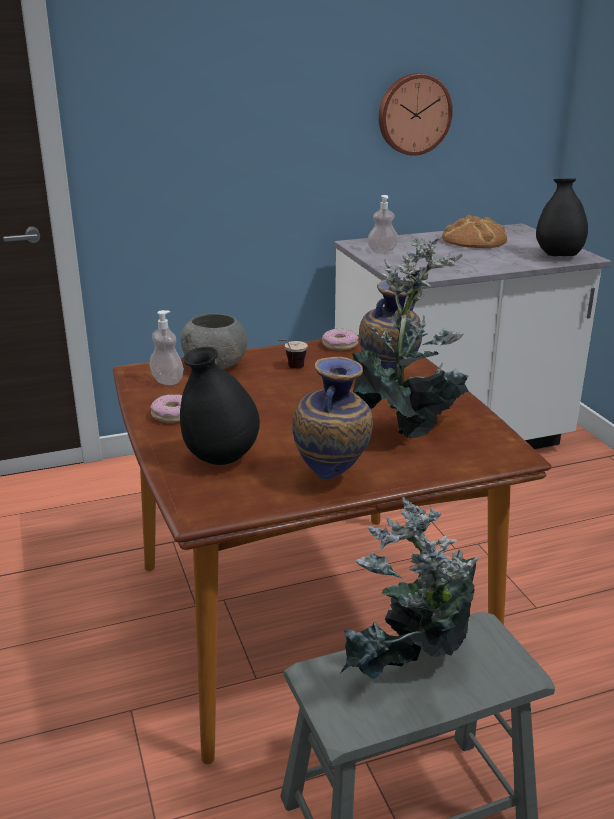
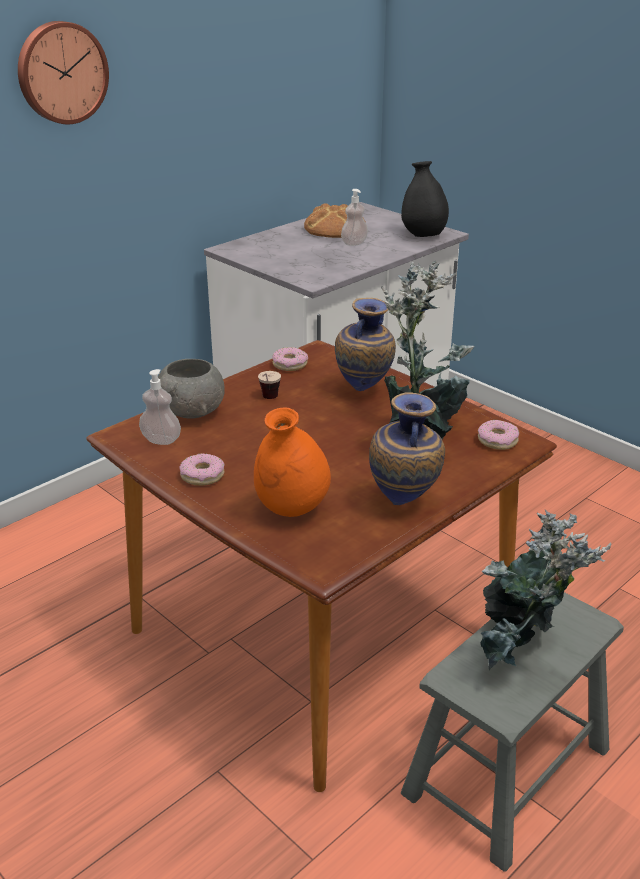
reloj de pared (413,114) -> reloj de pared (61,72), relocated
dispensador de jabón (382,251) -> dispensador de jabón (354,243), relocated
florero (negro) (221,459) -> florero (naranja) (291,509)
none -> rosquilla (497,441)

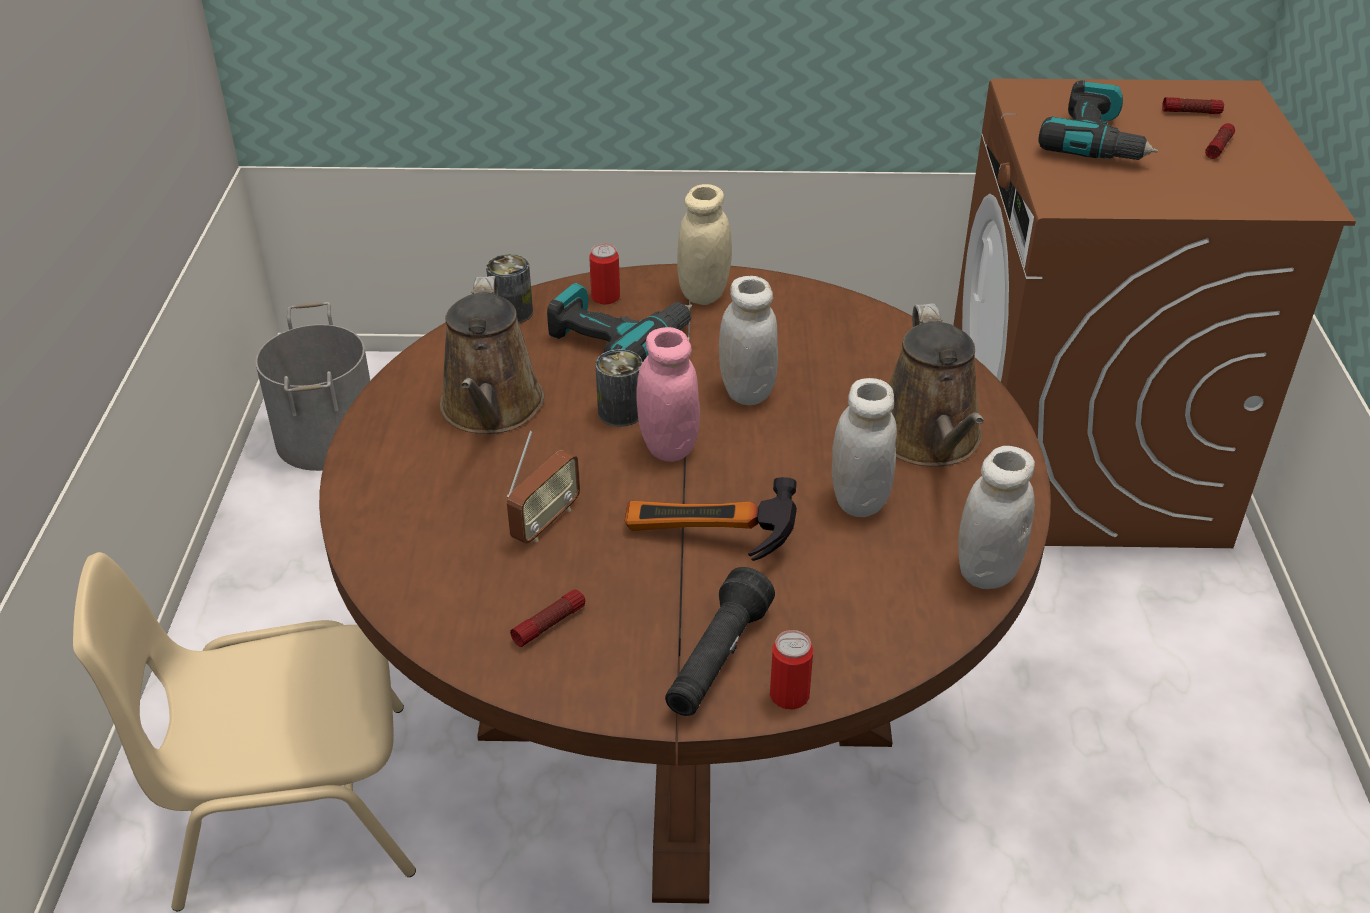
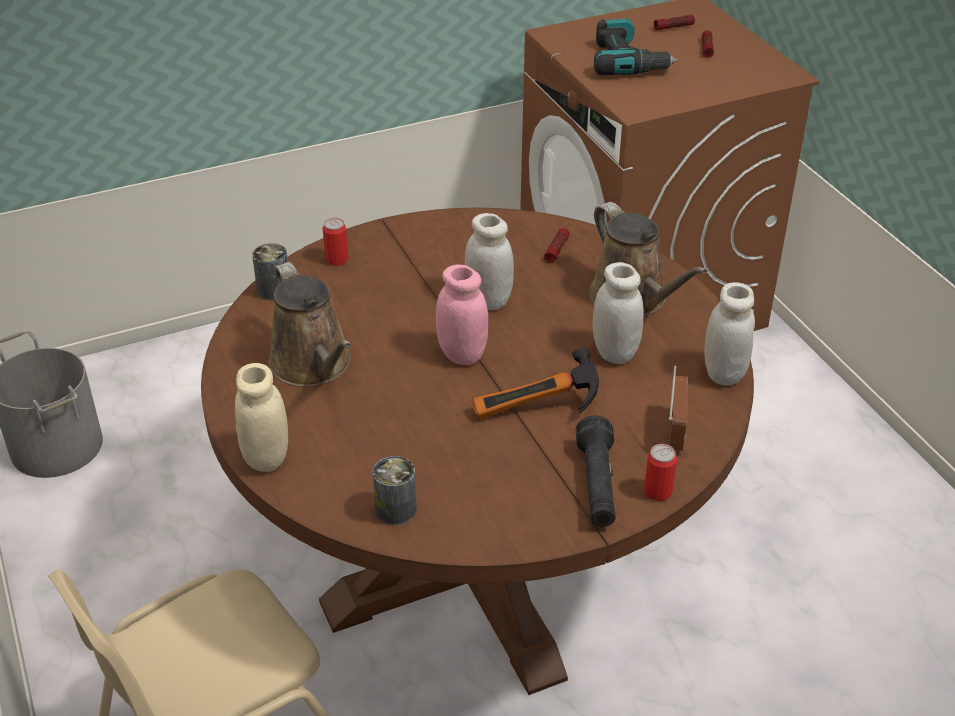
tarro (beis) (704,293) -> tarro (beis) (266,458), relocated
taladro (619,339) -> none
lata (620,412) -> lata (396,510), relocated
radio (545,522) -> radio (674,432), relocated
linterna (549,624) -> linterna (556,250), relocated

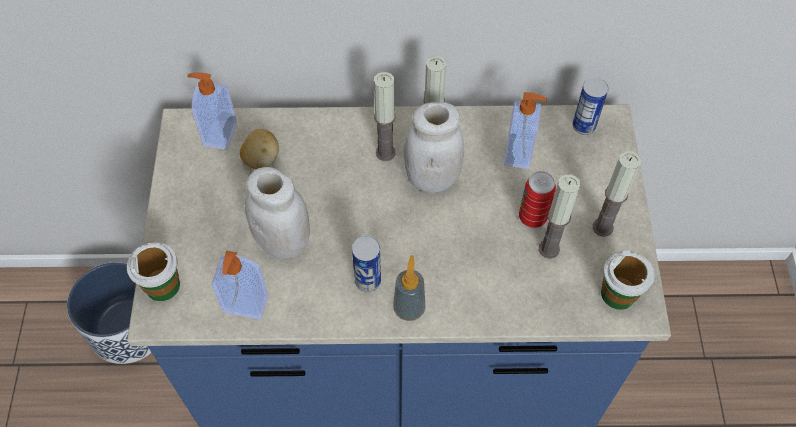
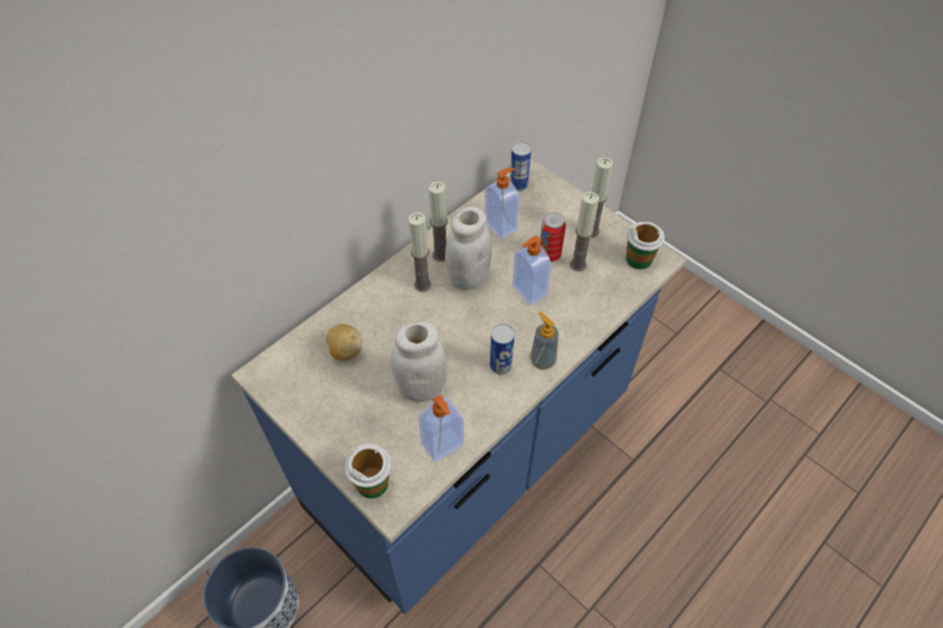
dispensador de jabón (219,134) -> dispensador de jabón (528,292), relocated

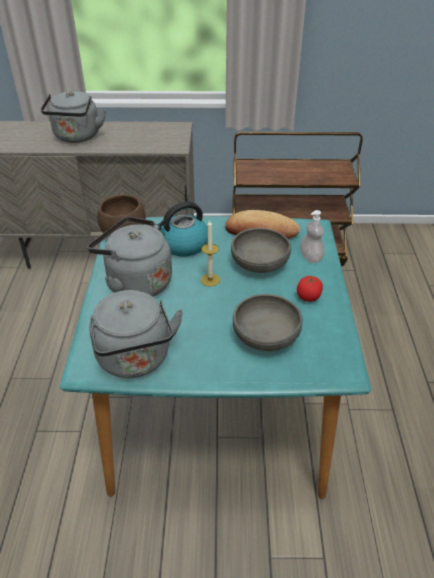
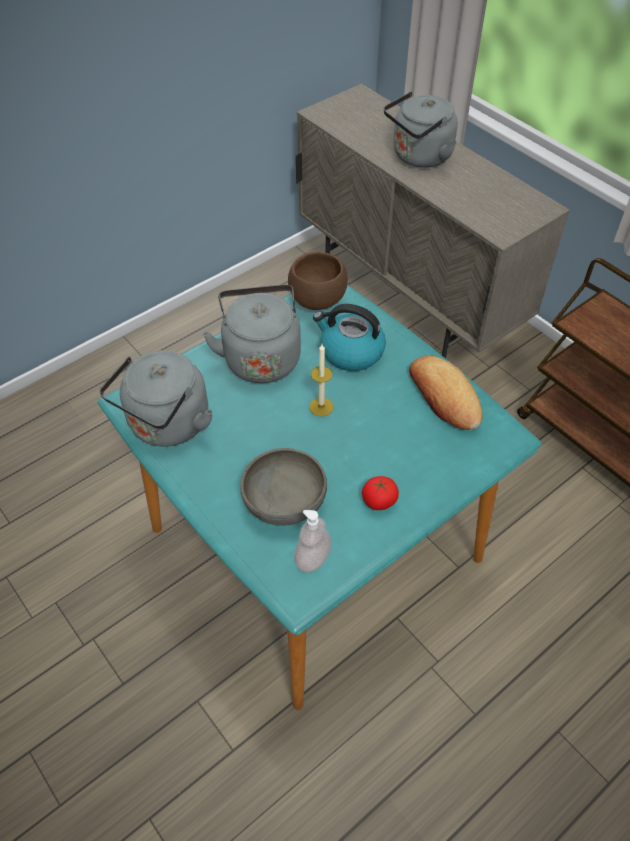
dispensador de jabón (311,257) -> dispensador de jabón (312,558), relocated
cuenco (gris) (259,264) -> none

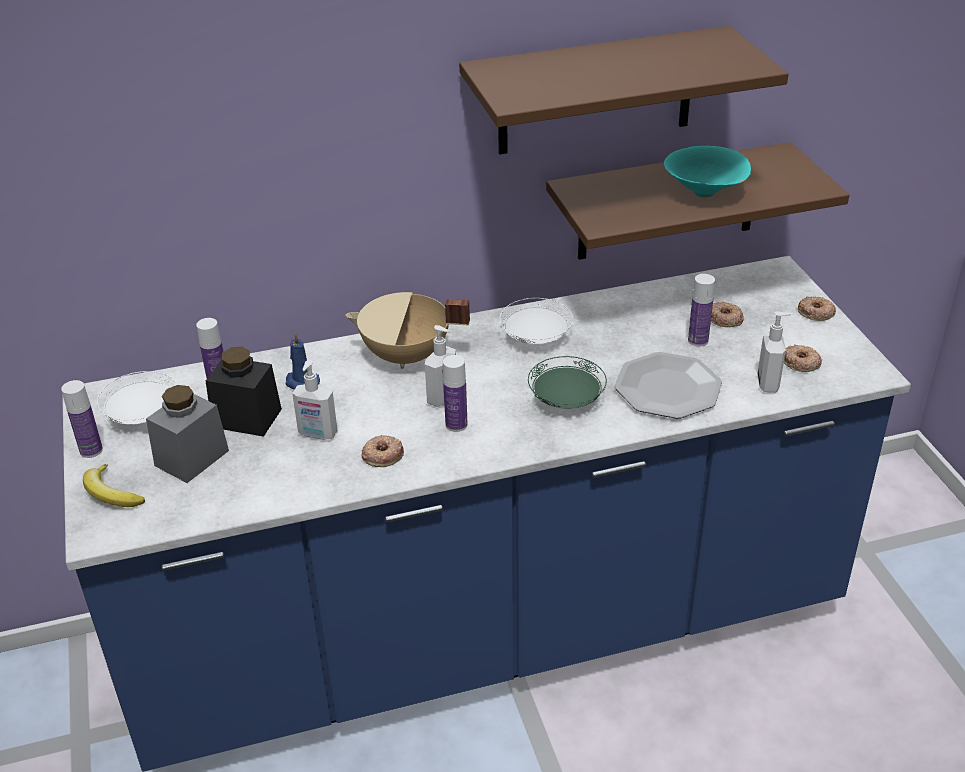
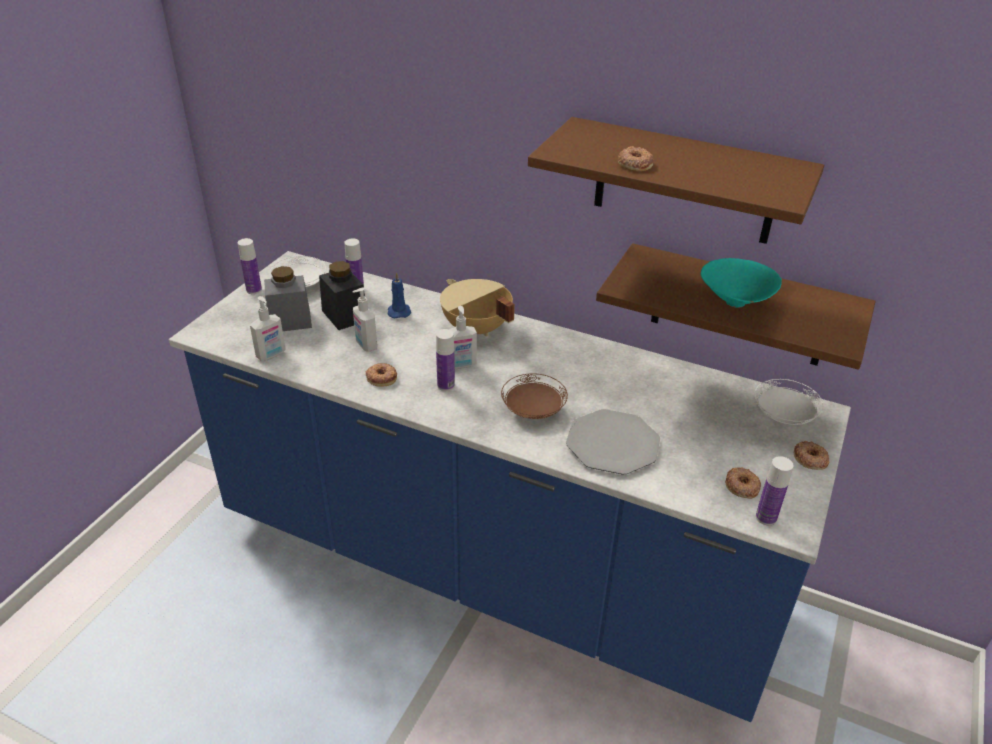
botella (698,340) -> botella (766,517), relocated
plato (blanco) (536,337) -> plato (blanco) (784,416), relocated
rosquilla (724,318) -> rosquilla (635,163), relocated
dispensador de jabón (769,383) -> dispensador de jabón (271,355), relocated
plato (verde) (566,400) -> plato (marrón) (533,410)
plátano (111,494) -> none

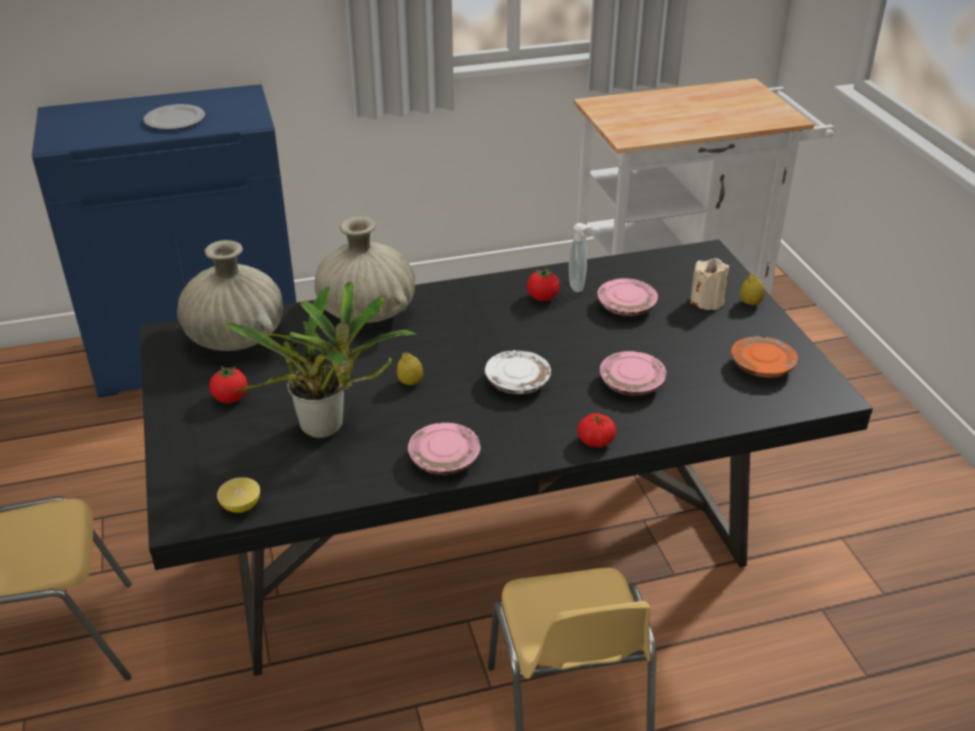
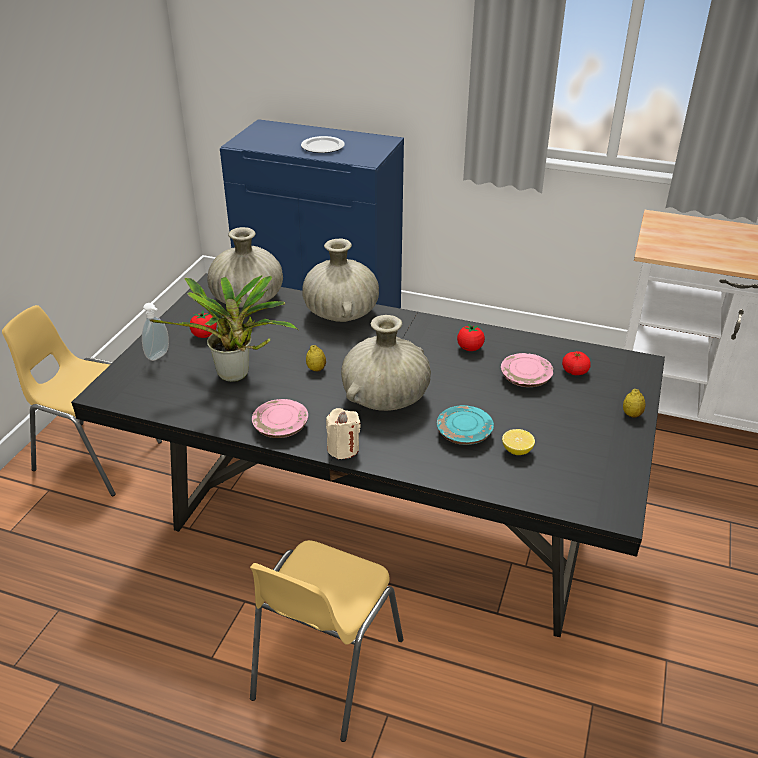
dispensador de jabón (578,286) -> dispensador de jabón (159,356), relocated
vela (beis) (707,301) -> vela (beis) (343,448), relocated
plato (naranja) (761,366) -> none
plato (blanco) (517,382) -> florero (beis) (385,398)
plato (rosa) (632,383) -> plato (turquesa) (464,433)
tomate (595,441) -> tomate (574,371), relocated
limón (241,506) -> limón (517,451), relocated

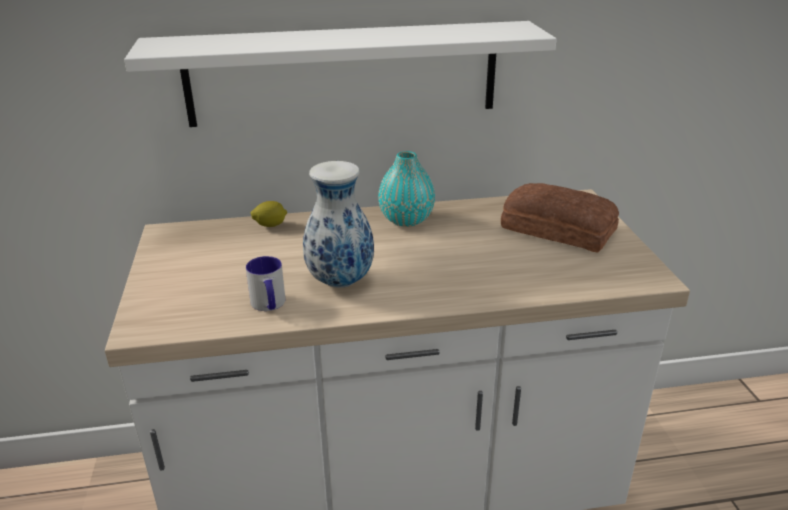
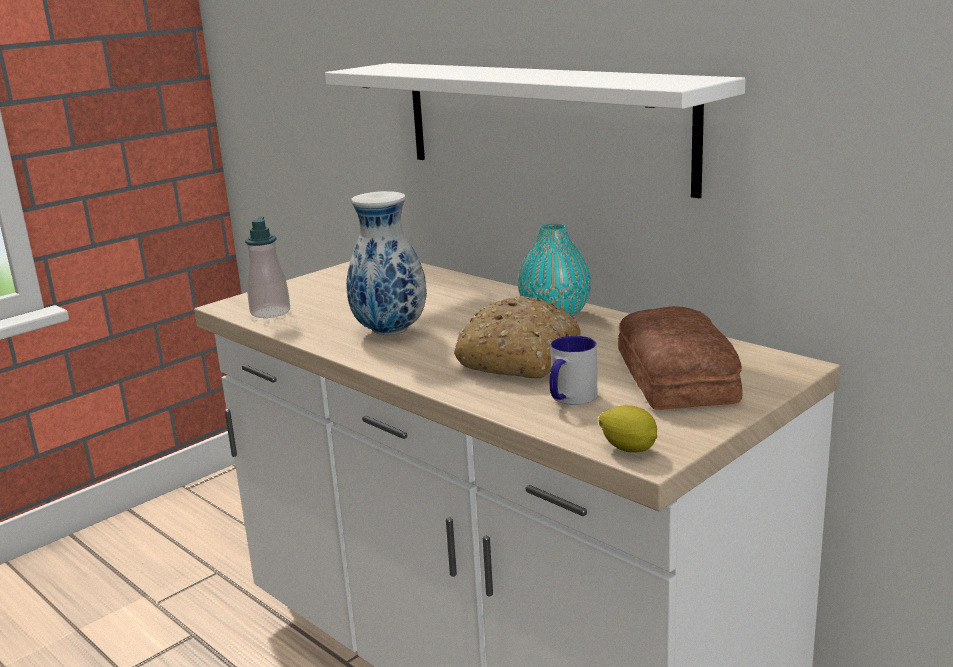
limón (270,225) -> limón (629,449), relocated
taza grande (269,305) -> taza grande (569,399), relocated
none -> dispensador de jabón (270,312)
none -> pan (519,357)

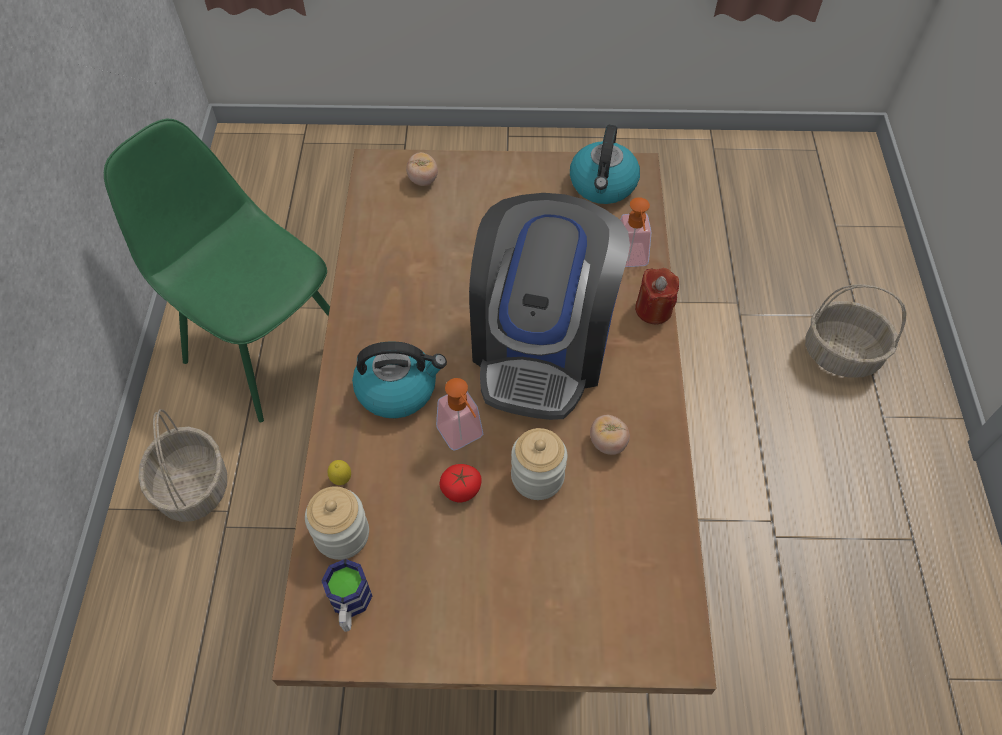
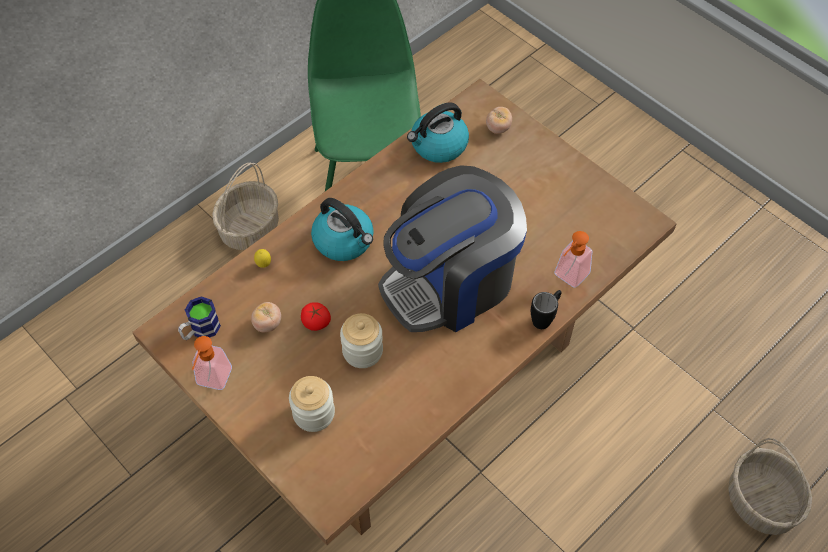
hervidor (603,185) -> hervidor (438,146), relocated
vela (rojo) (653,309) -> taza grande (negro) (545,317)
dispensador de jabón (464,437) -> dispensador de jabón (212,382), relocated
tomate (607,443) -> tomate (267,324), relocated
tarro (342,534) -> tarro (314,413), relocated

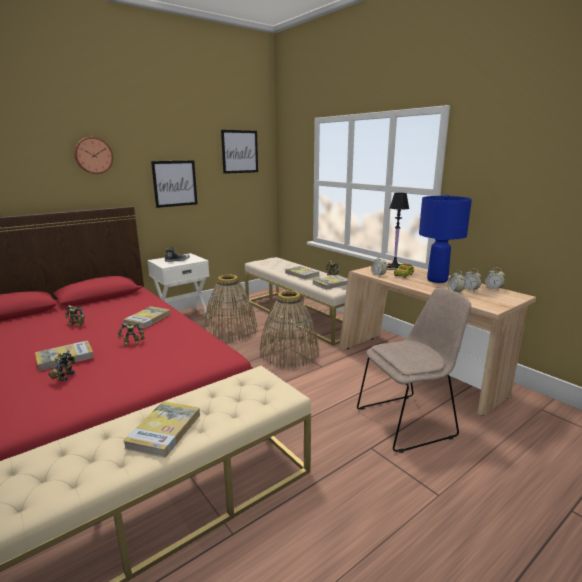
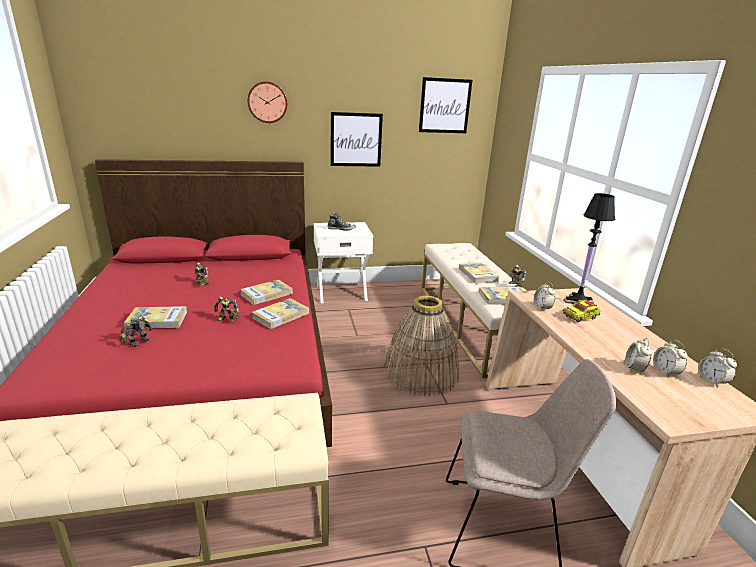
lámpara de mesa (azul) (437,280) -> none
cesta (230,330) -> none
libro (164,431) -> libro (281,315), relocated

